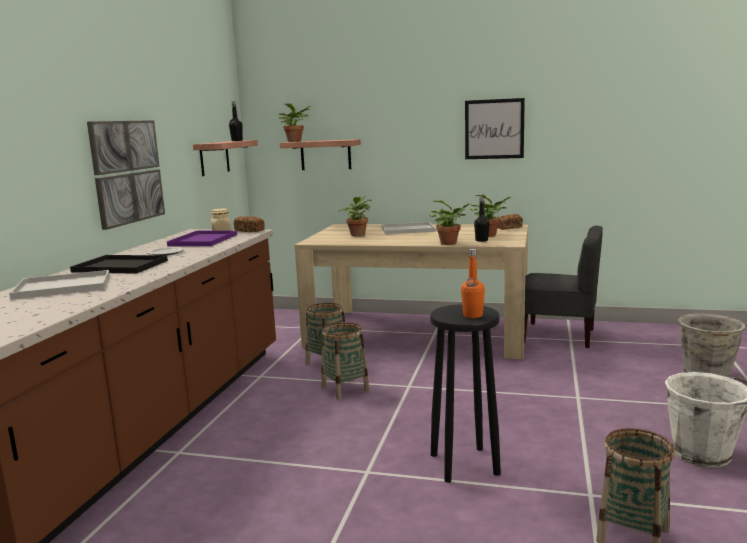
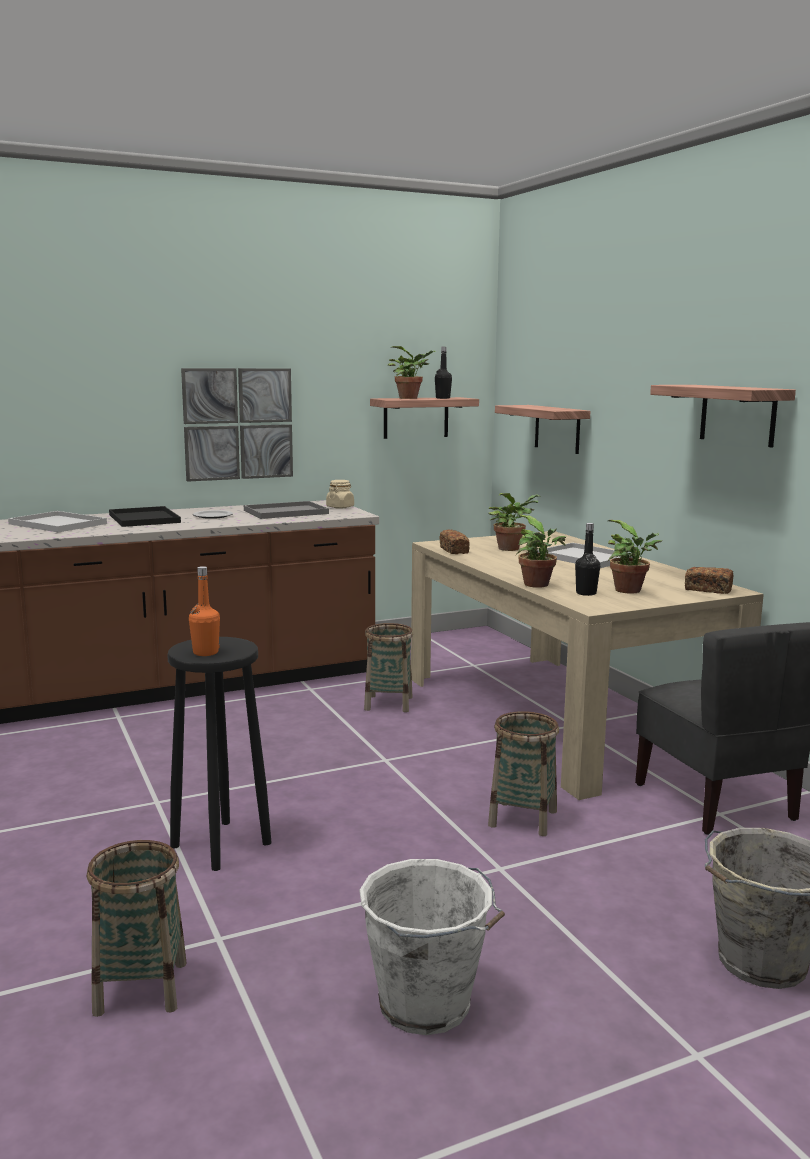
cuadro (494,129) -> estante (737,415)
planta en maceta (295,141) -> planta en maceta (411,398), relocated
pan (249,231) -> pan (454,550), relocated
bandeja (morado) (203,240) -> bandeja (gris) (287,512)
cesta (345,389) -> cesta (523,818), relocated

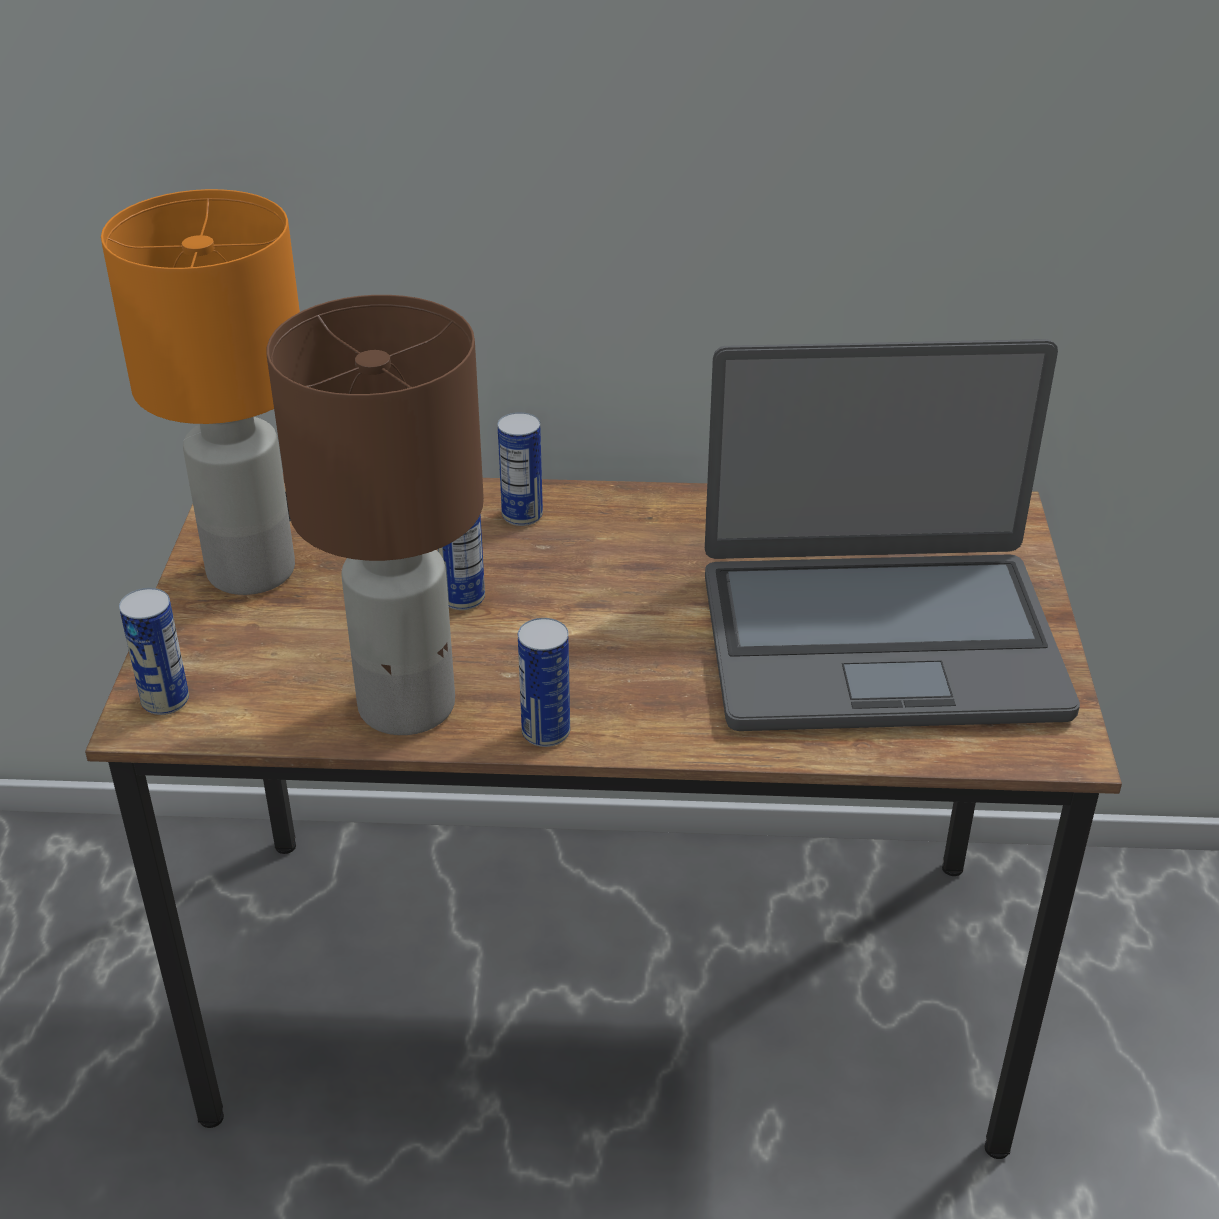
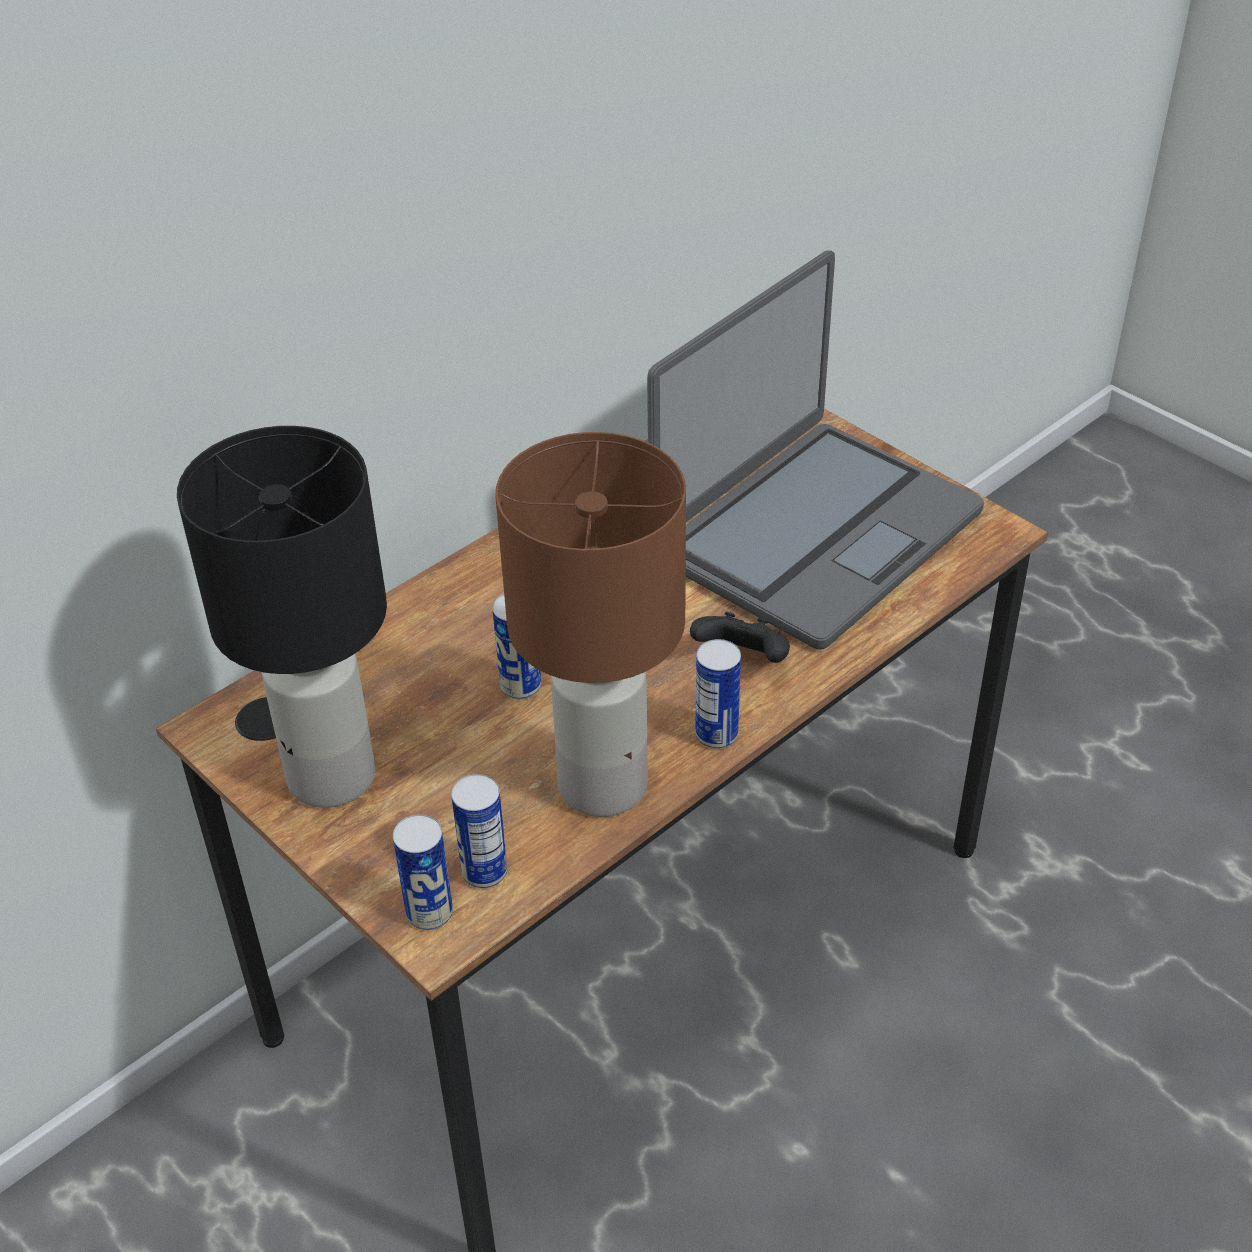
lámpara de mesa (naranja) (249,572) -> lámpara de mesa (negro) (331,778)
lata (522,515) -> lata (484,872), relocated
none -> mando de consola (negro) (743,661)

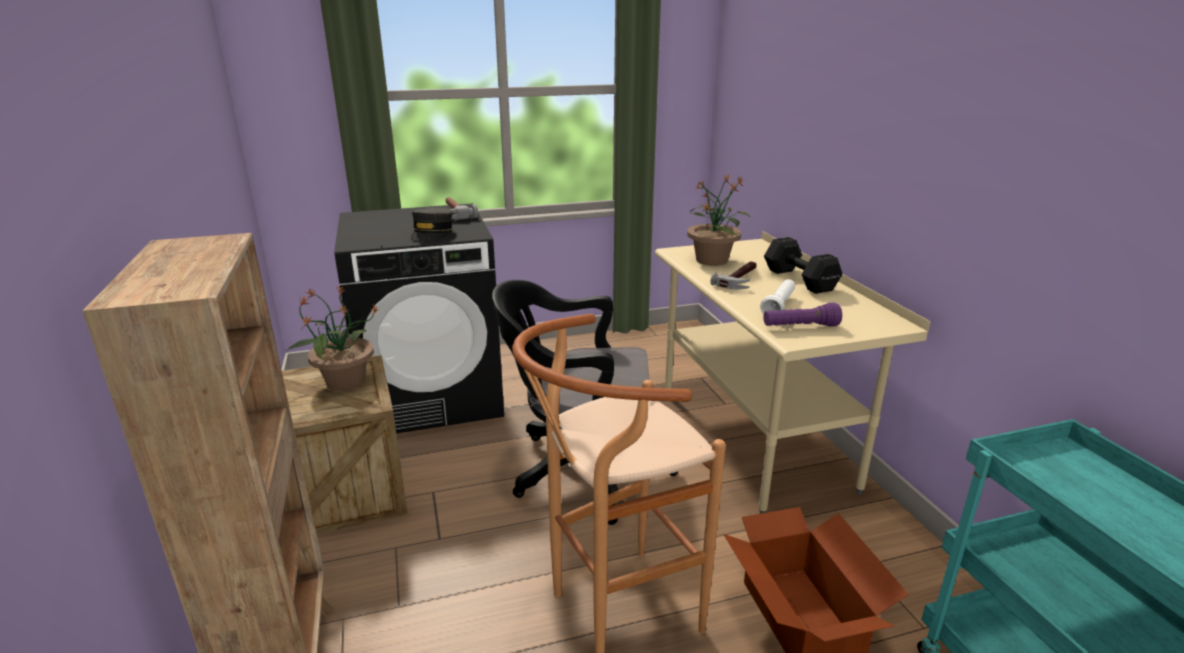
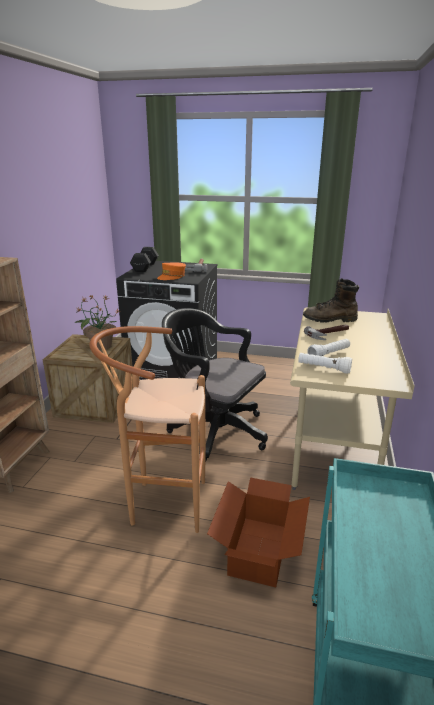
planta en maceta (712,260) -> bota (marrón) (330,319)
gorra (gris) (432,233) -> gorra (naranja) (172,276)
mancuerna (negro) (799,279) -> mancuerna (negro) (145,267), relocated
linterna (morado) (800,327) -> linterna (blanco) (323,369)

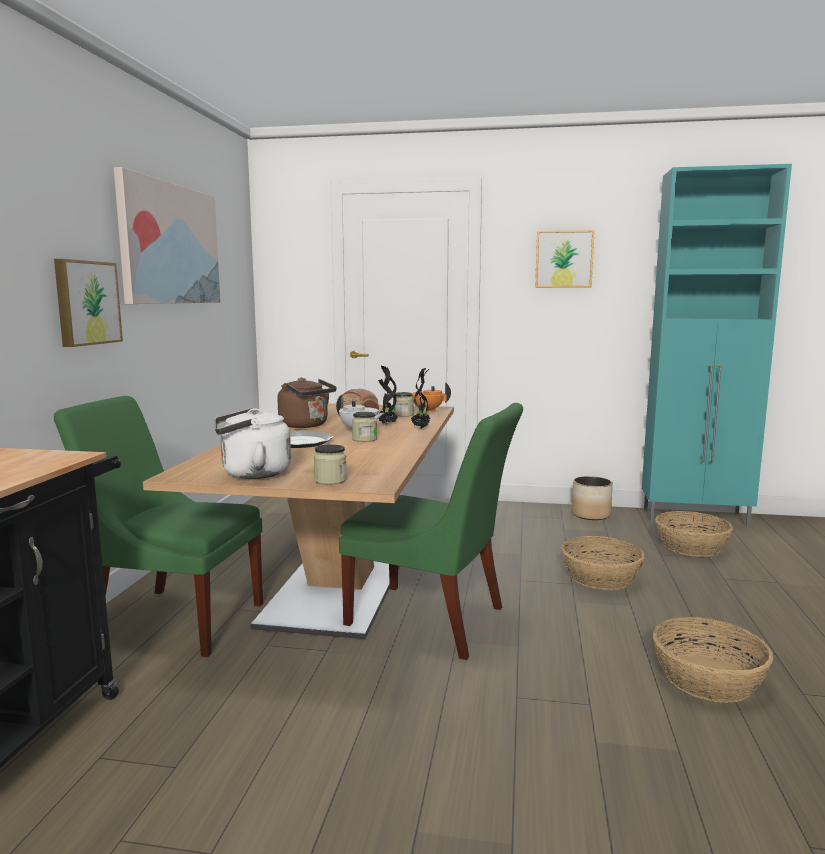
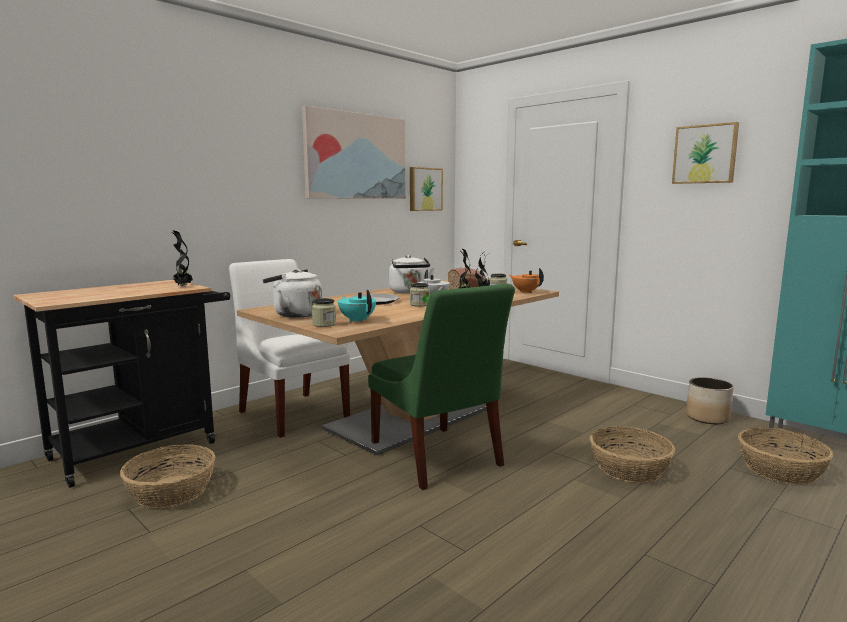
cuadro (86,303) -> cuadro (424,189), relocated
hervidor (marrón) (306,425) -> hervidor (blanco) (409,292)
silla (verde) (173,619) -> silla (blanco) (292,412)
cesta (708,679) -> cesta (171,492), relocated
none -> planta en maceta (182,286)
none -> tetera (turquesa) (357,320)

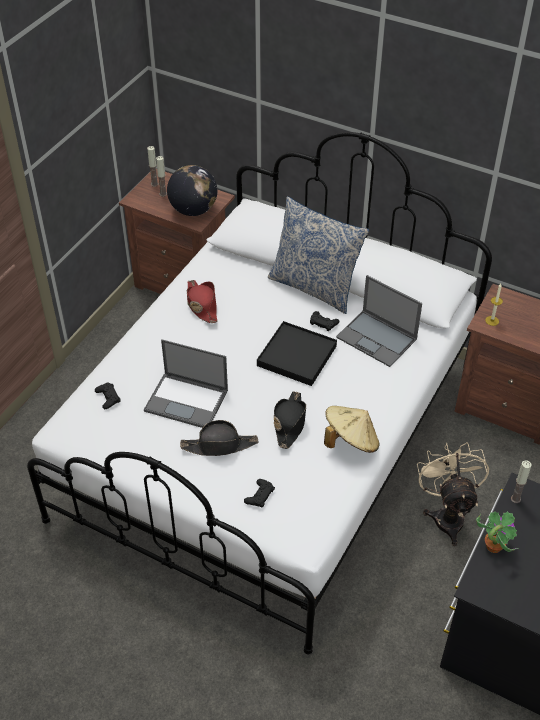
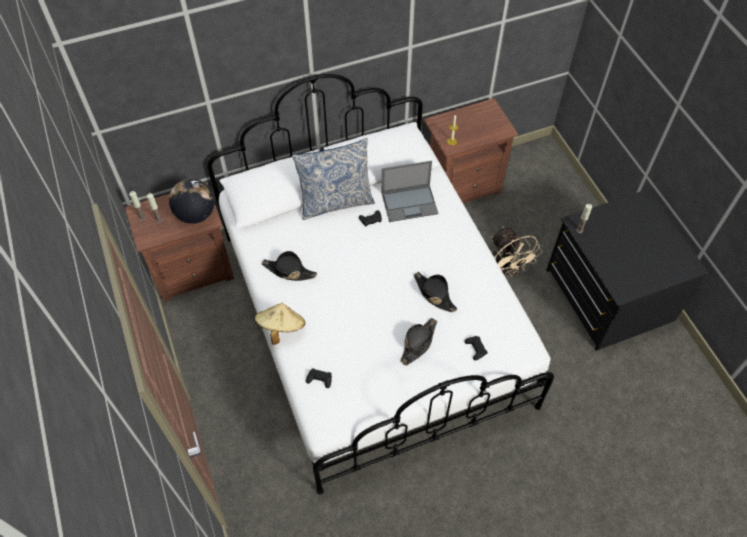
sombrero (rojo) (202,305) -> sombrero (negro) (289,271)
bandeja (negro) (297,356) -> none
portátil (187,400) -> none
sombrero (beis) (350,441) -> sombrero (beis) (281,328), relocated
ventilador (beis) (447,515) -> ventilador (beis) (506,272), 150 degrees counterclockwise
planta en maceta (493,546) -> none

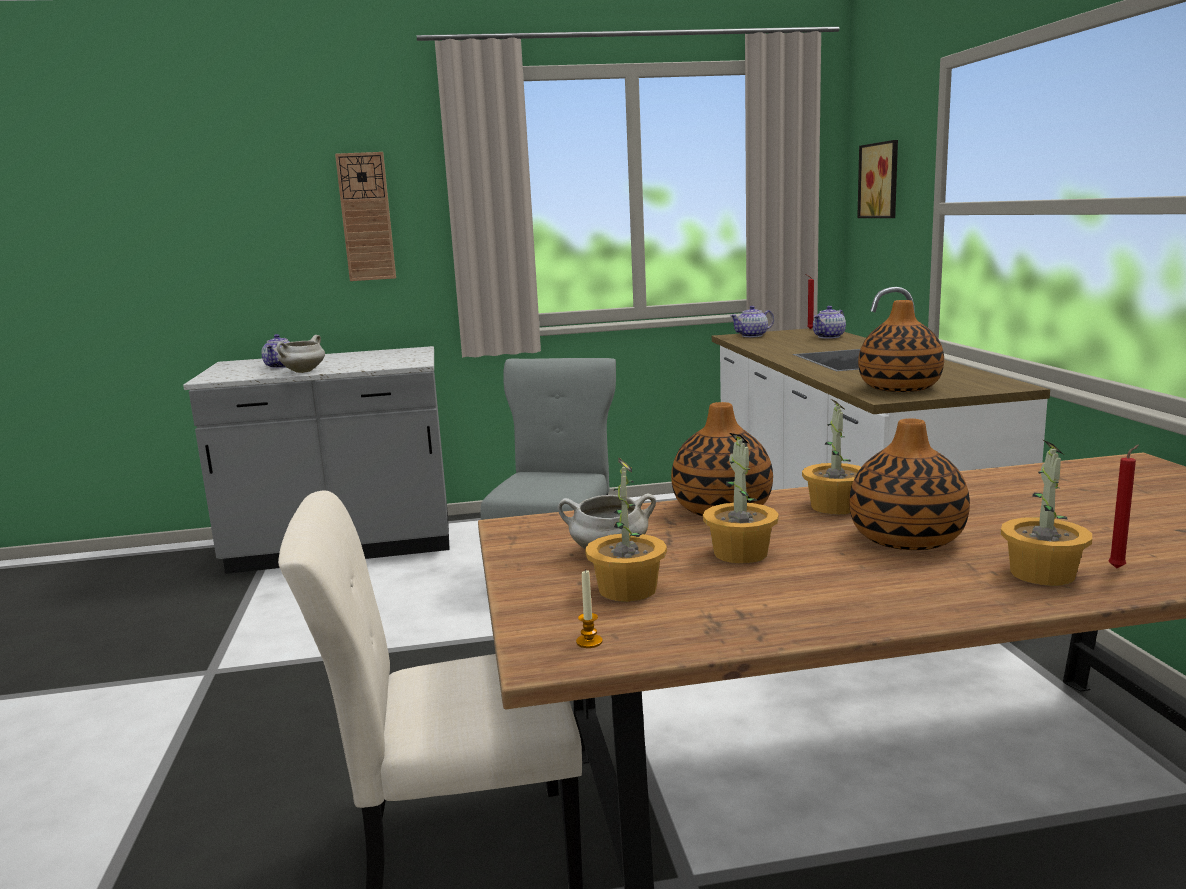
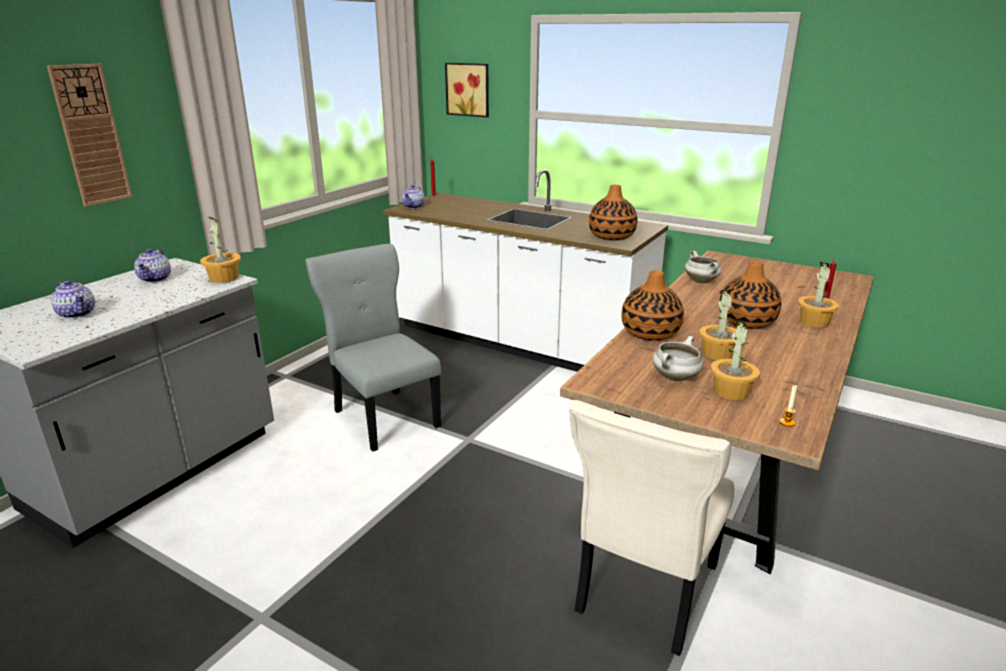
tetera (829,337) -> tetera (156,279), relocated
olla (blanco) (303,372) -> olla (blanco) (701,281), relocated
planta en maceta (834,506) -> planta en maceta (223,278), relocated

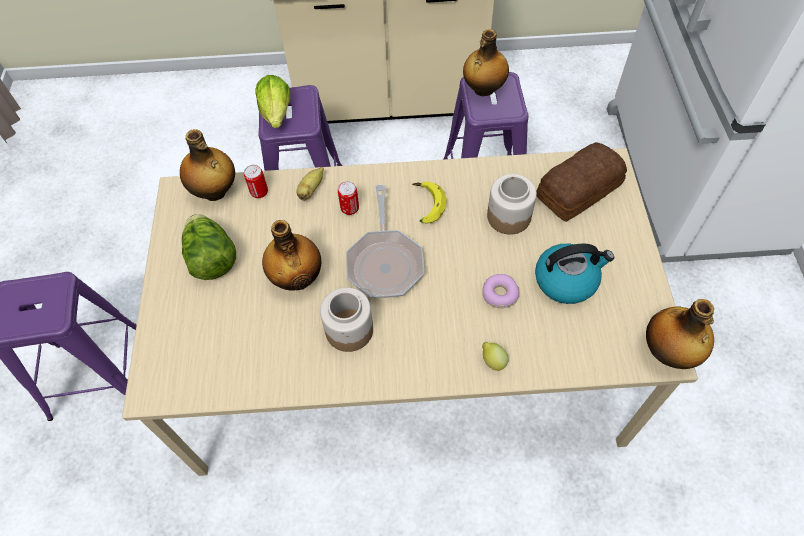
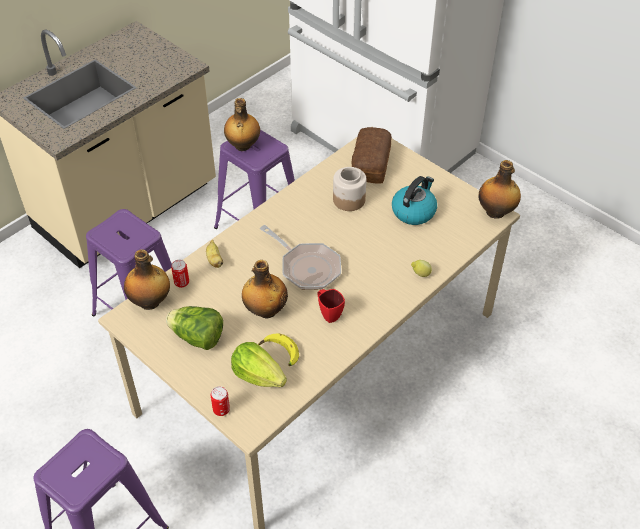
lechuga (276,113) -> lechuga (258,375), relocated
lata (350,209) -> lata (221,410), relocated
plátano (425,205) -> plátano (279,353), relocated
rosquilla (499,294) -> none
tarro (350,330) -> taza grande (rojo) (328,313)

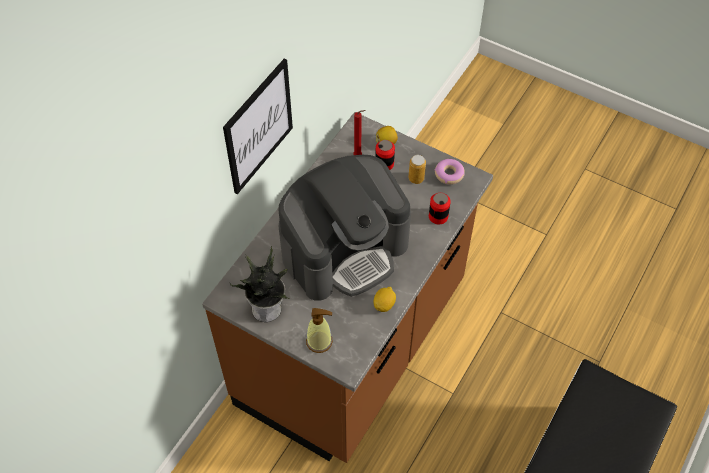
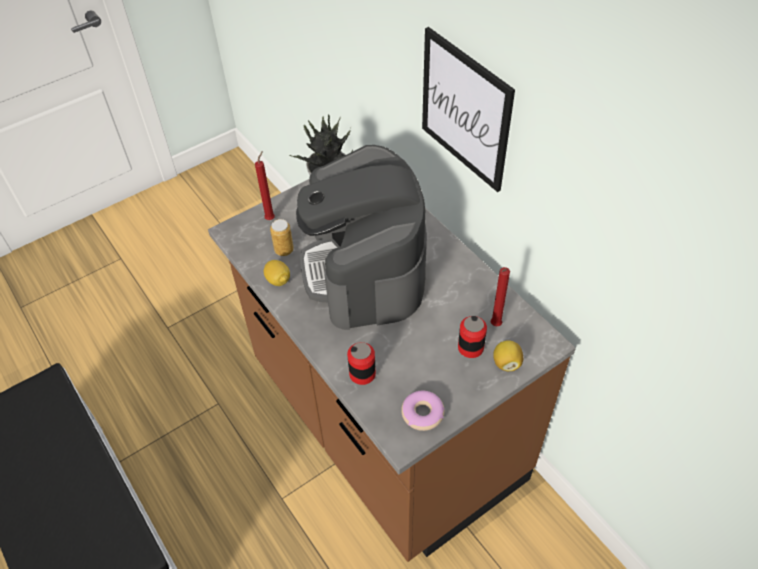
lata (416,178) -> lata (284,250), relocated
dispensador de jabón (319,341) -> vela (rojo) (271,218)

